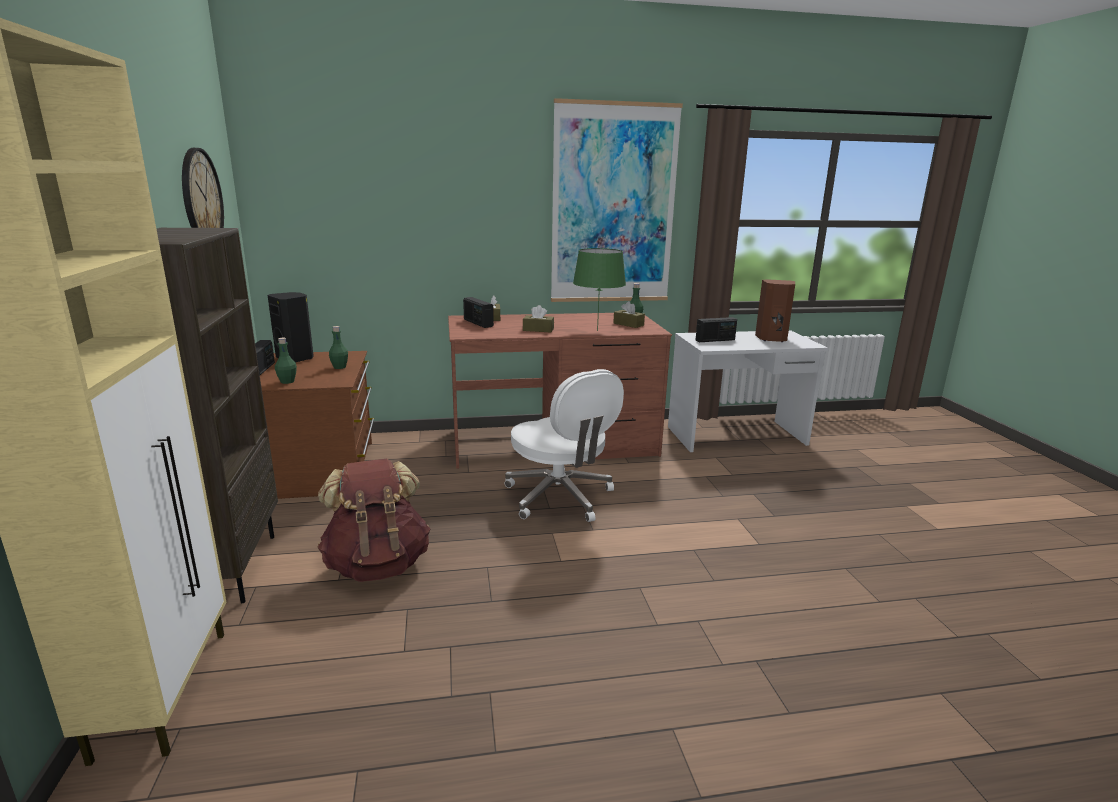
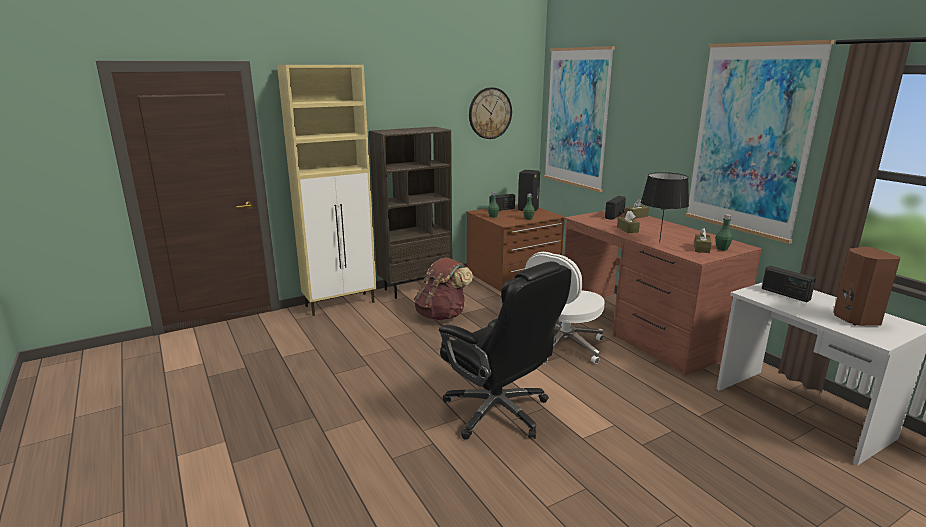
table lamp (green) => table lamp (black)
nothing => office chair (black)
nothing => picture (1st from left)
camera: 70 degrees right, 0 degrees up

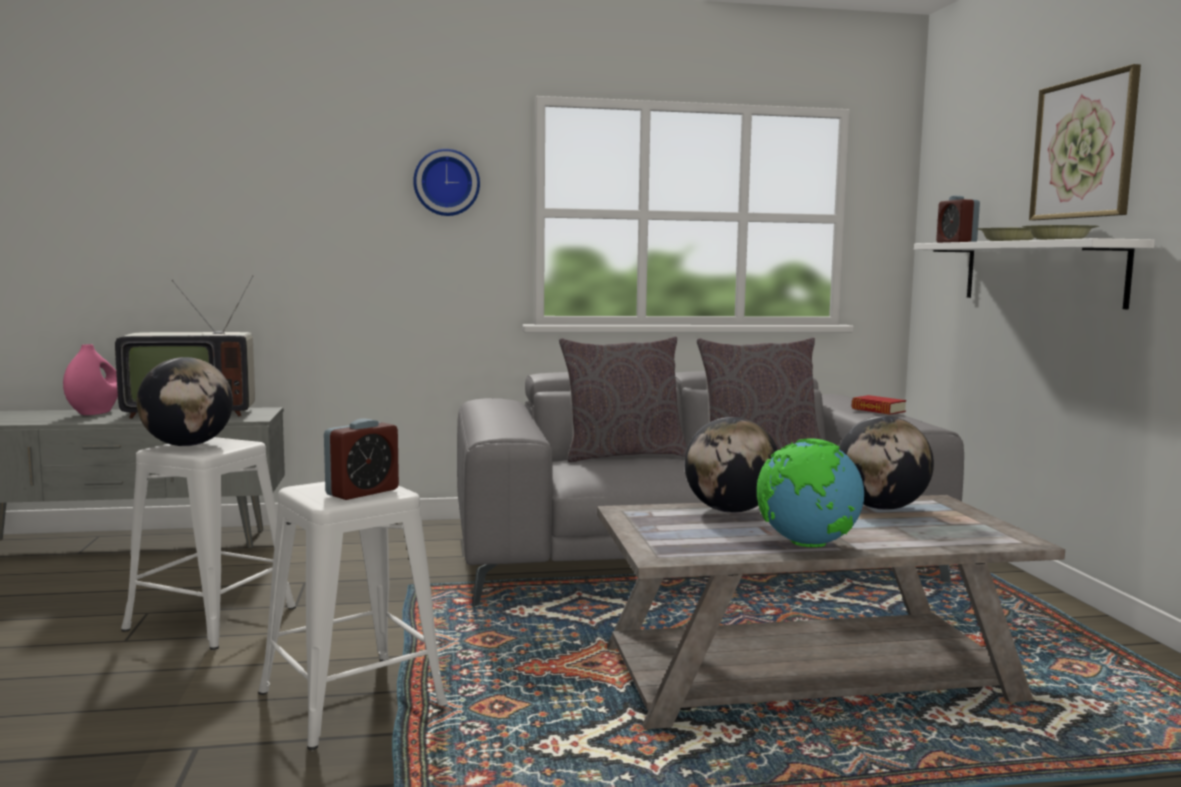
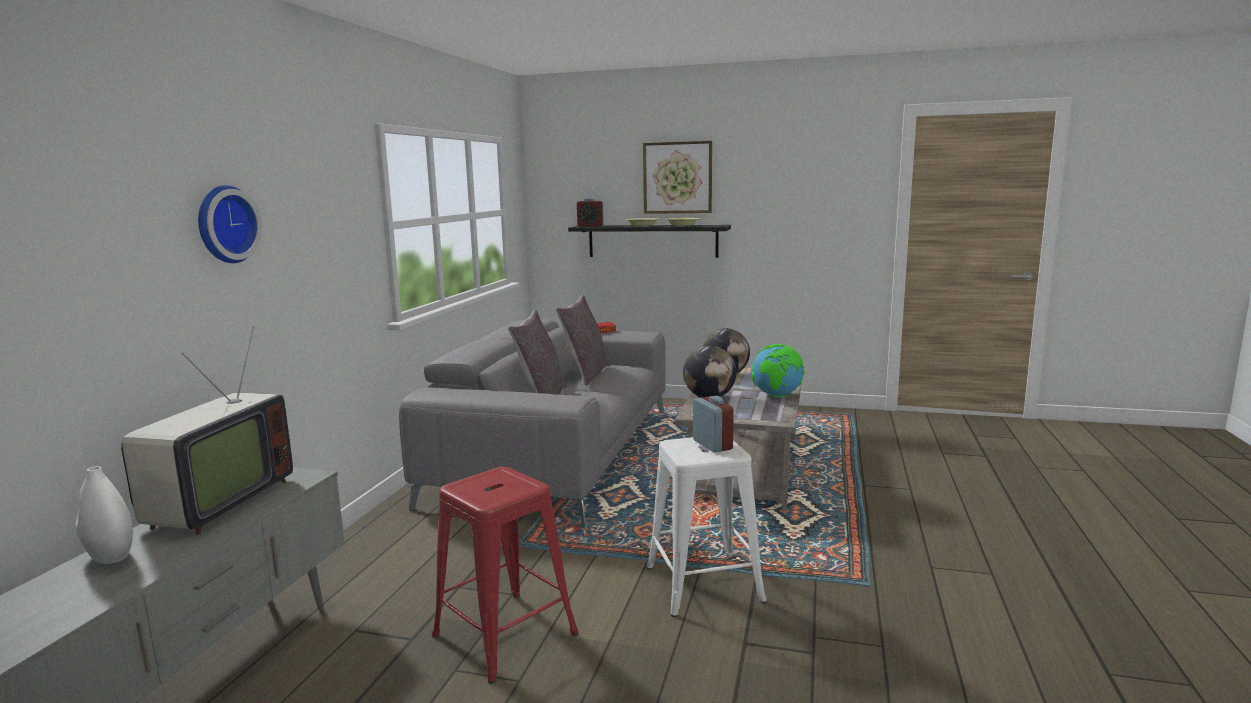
vase (pink) => vase (white)
stool (white) (1st from left) => stool (red)
globe (1st from left) => nothing
wall clock, moved
shelf (white) => shelf (black)
camera: 65 degrees left, 5 degrees up

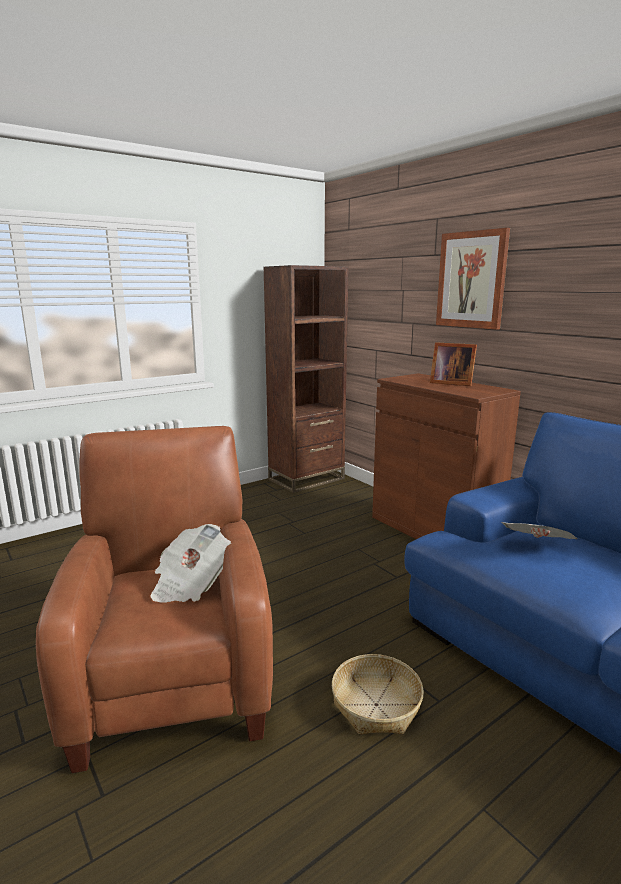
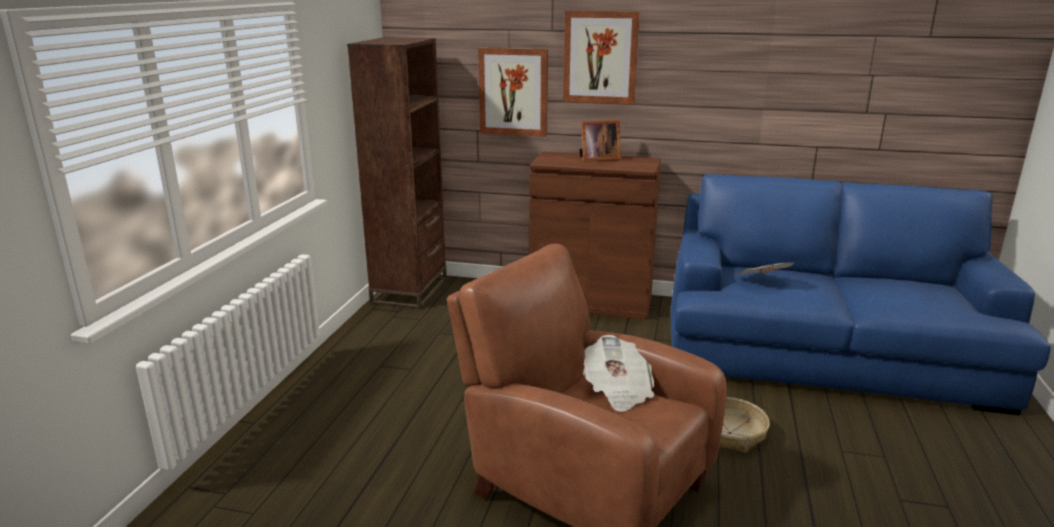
nothing => picture (1st from left)
camera: 40 degrees left, 5 degrees up

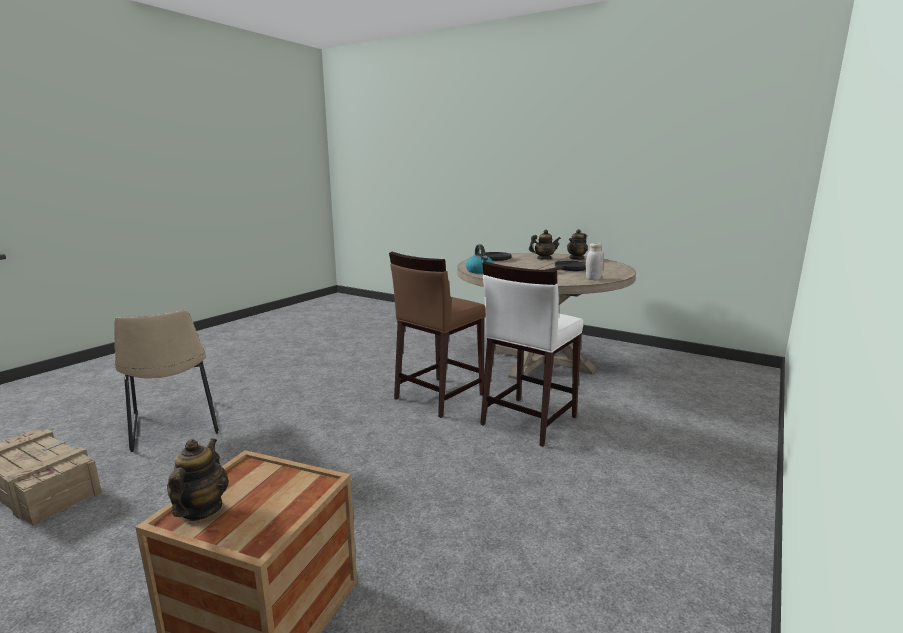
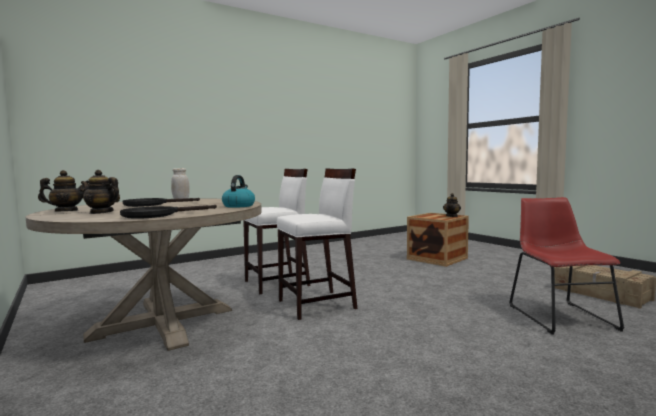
chair (beige) => chair (red)
stool (brown) => stool (white) (2nd from left)
camera: 155 degrees left, 10 degrees down

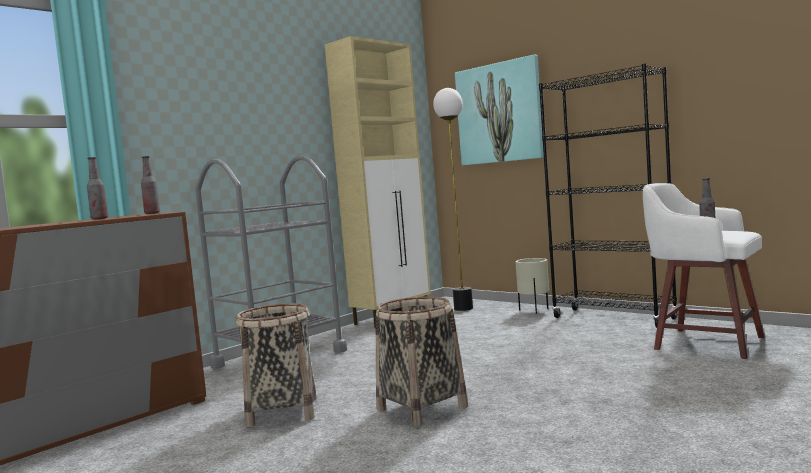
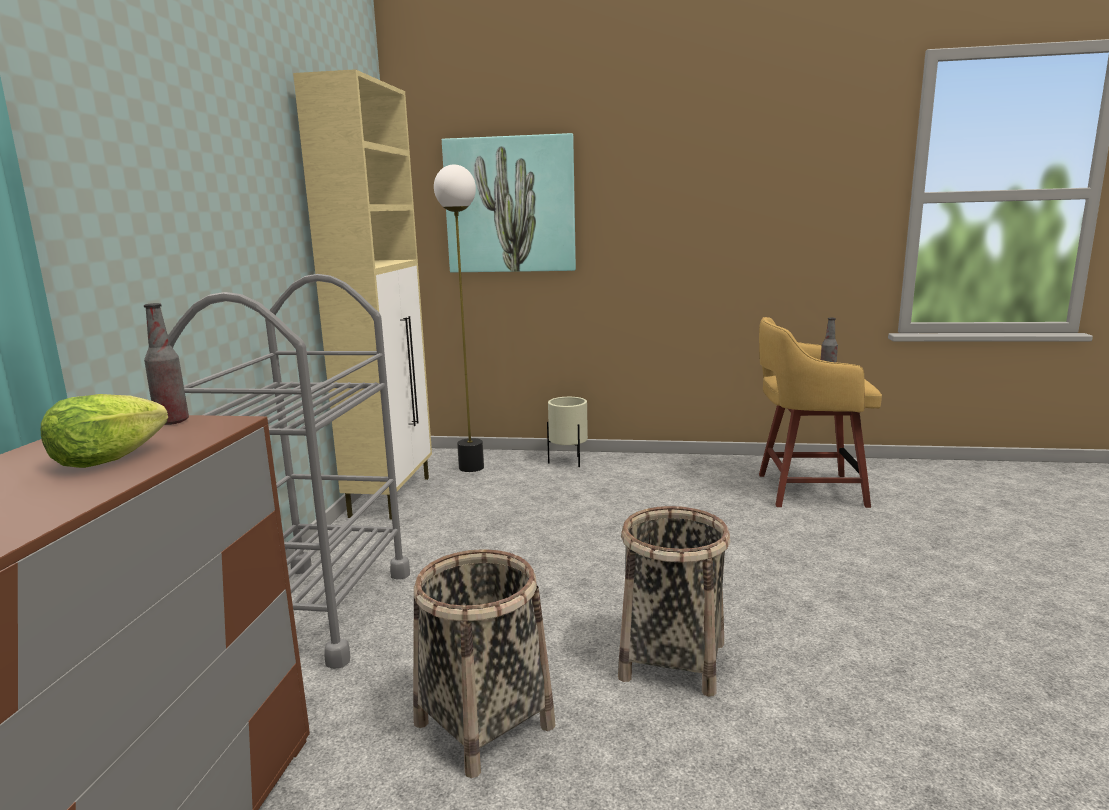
bottle (1st from left) => lettuce
bookcase (black) => nothing
stool (white) => stool (yellow)
camera: 35 degrees left, 10 degrees up

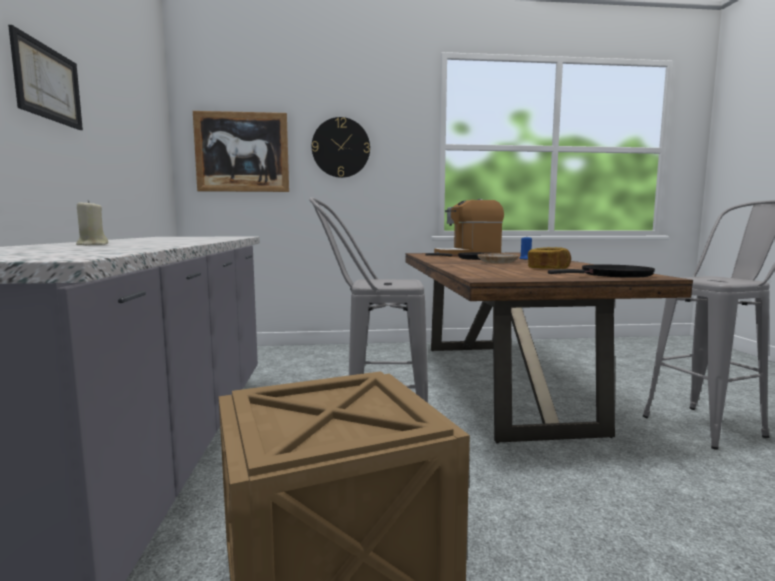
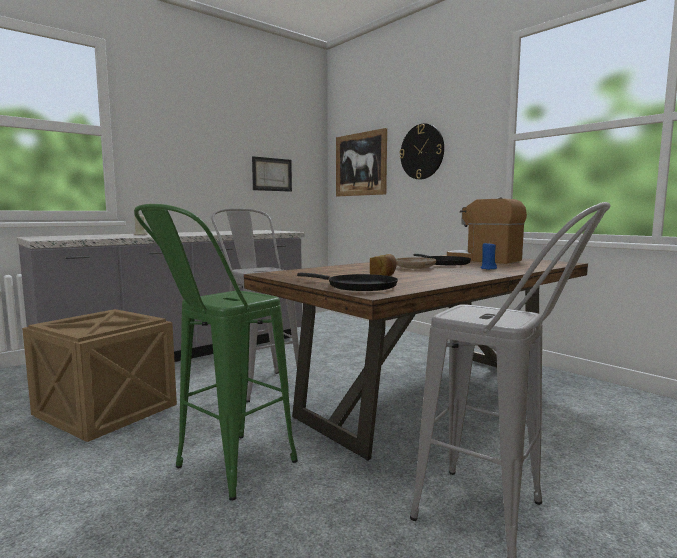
picture (1st from left), moved
nothing => stool (green)
camera: 55 degrees right, 0 degrees up

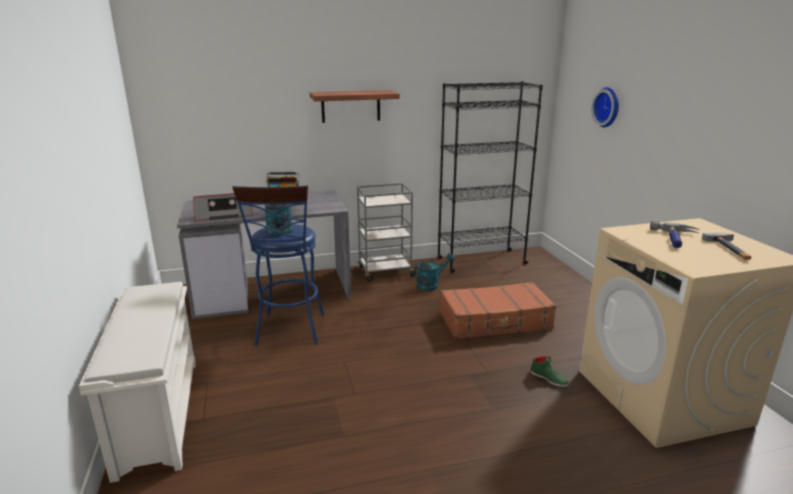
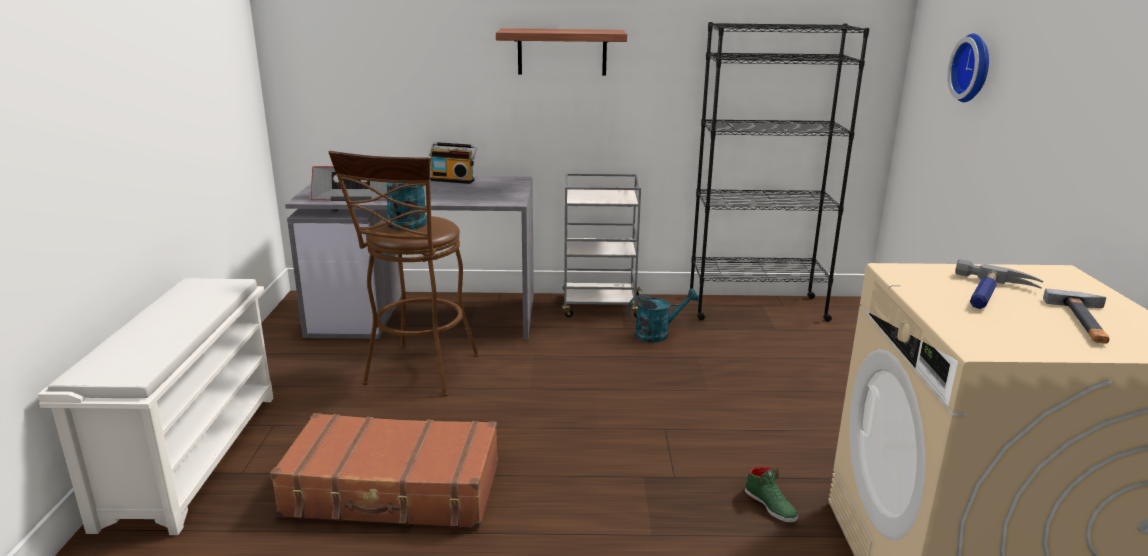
stool (blue) => stool (brown)
suitcase (brown), moved
camera: 15 degrees right, 0 degrees up

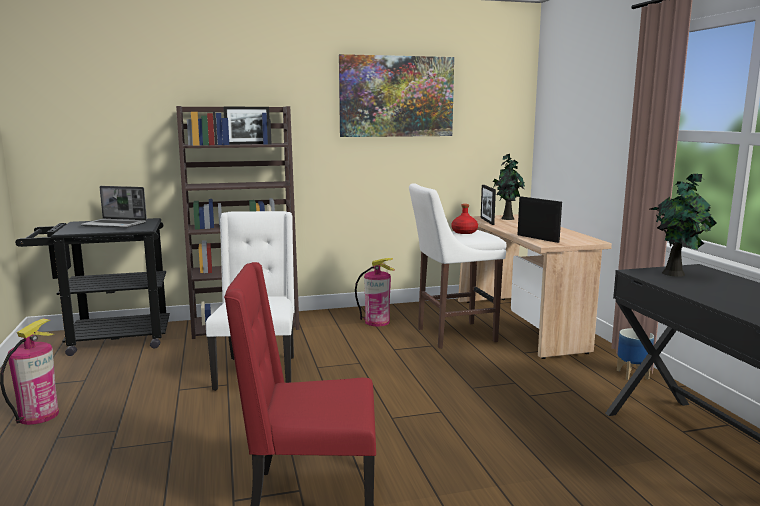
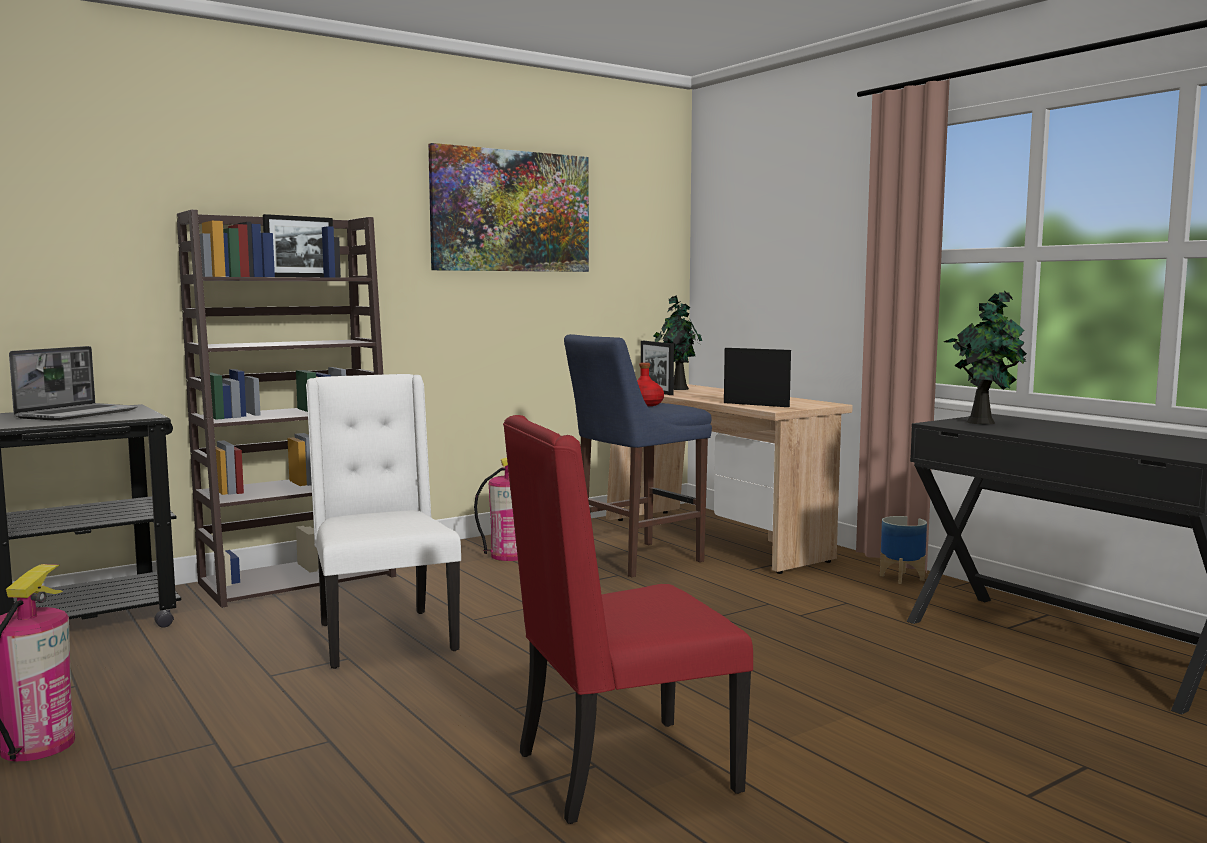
laptop, 60 degrees counterclockwise
stool (white) => stool (blue)
camera: 20 degrees left, 5 degrees down

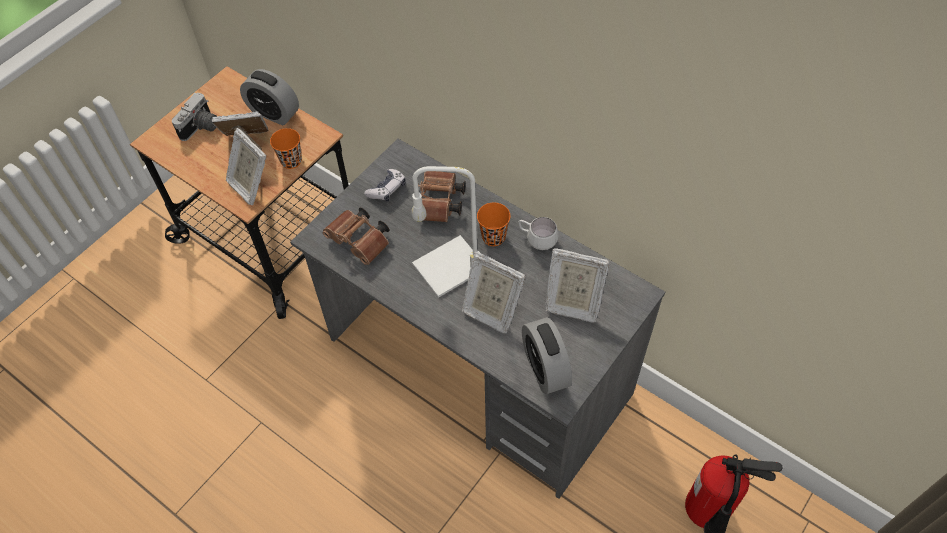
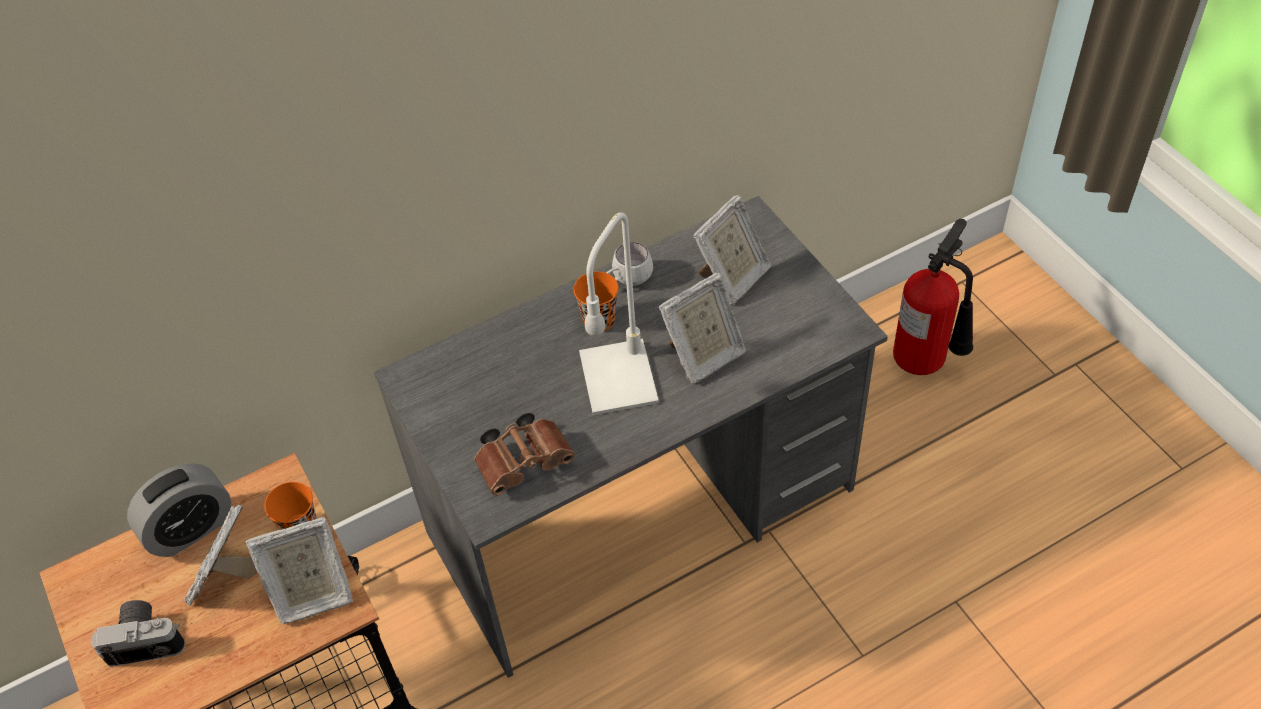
photo camera, 60 degrees counterclockwise
game controller => nothing
binoculars (brown) (2nd from left) => nothing
alarm clock (2nd from left) => nothing
camera: 65 degrees left, 5 degrees down

